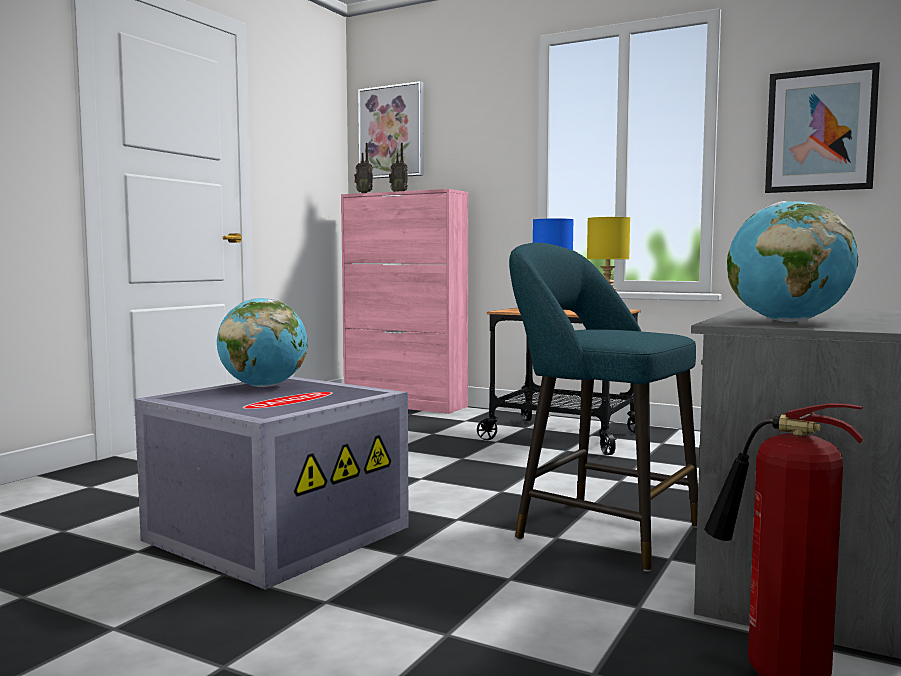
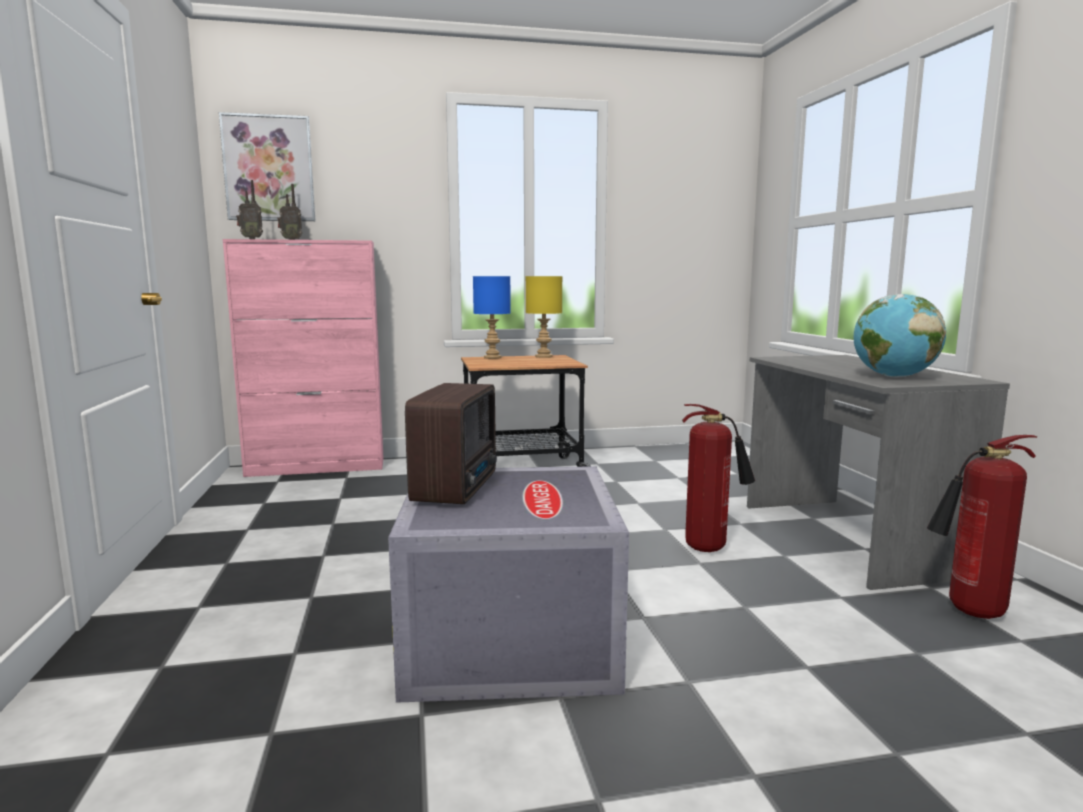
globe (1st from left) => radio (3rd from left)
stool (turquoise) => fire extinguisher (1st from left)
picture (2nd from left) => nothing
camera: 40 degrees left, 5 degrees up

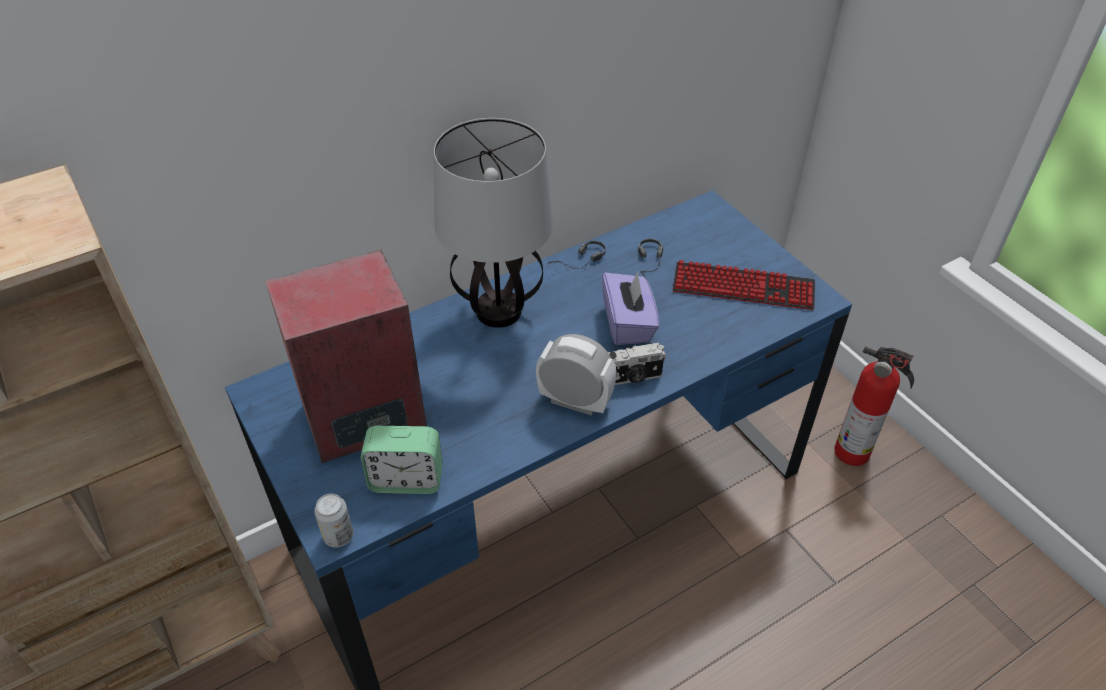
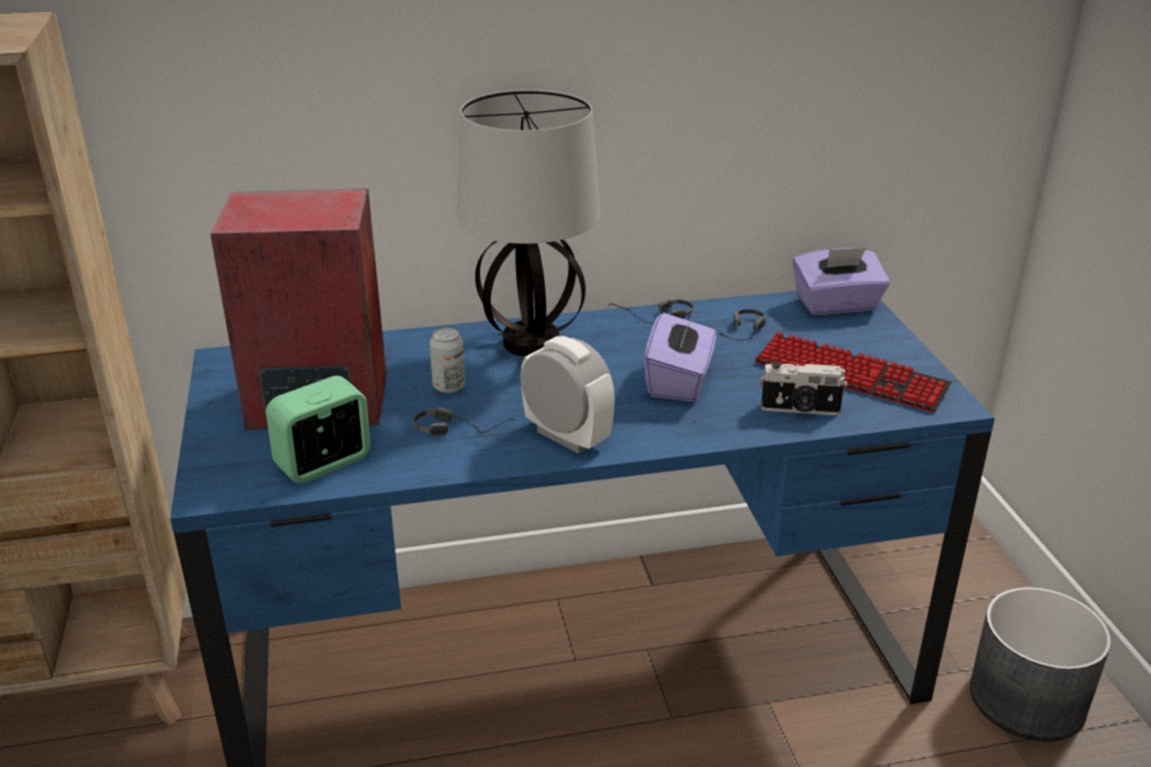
can, moved
alarm clock (1st from left), 120 degrees clockwise
photo camera, moved
fire extinguisher => planter (grey)
nothing => headphones (1st from left)
nothing => tissue box (purple) (2nd from left)
camera: 20 degrees right, 15 degrees down

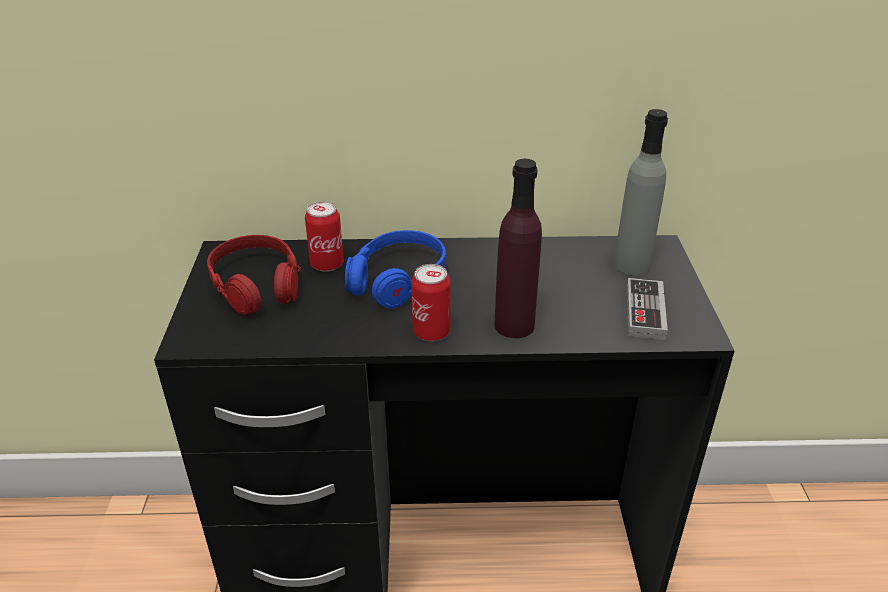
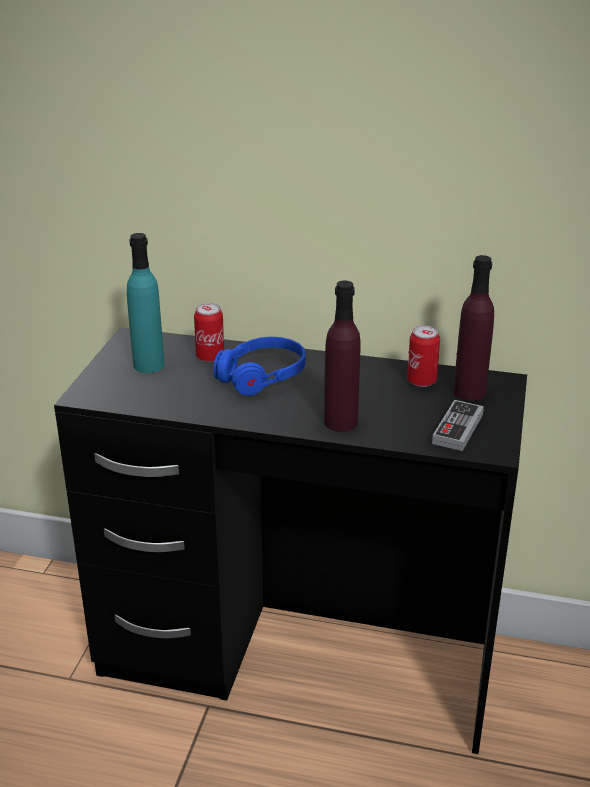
headphones (red) => bottle (turquoise)
can (2nd from left), moved
bottle (grey) => bottle (purple) (2nd from left)
camera: 15 degrees right, 5 degrees down

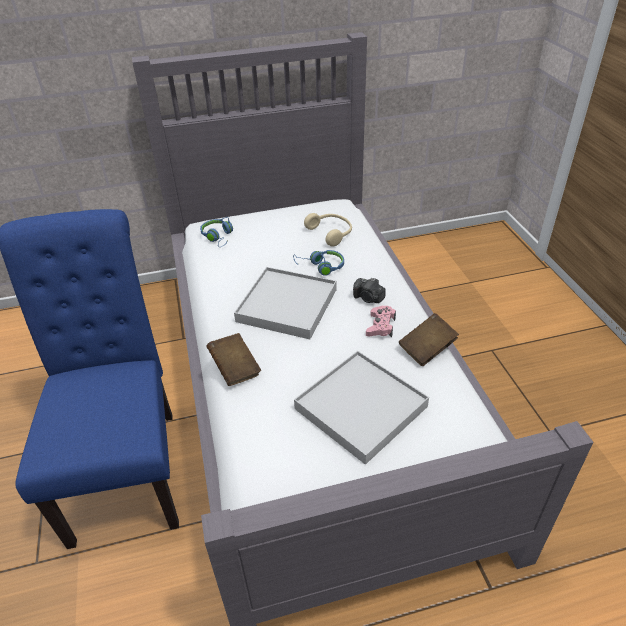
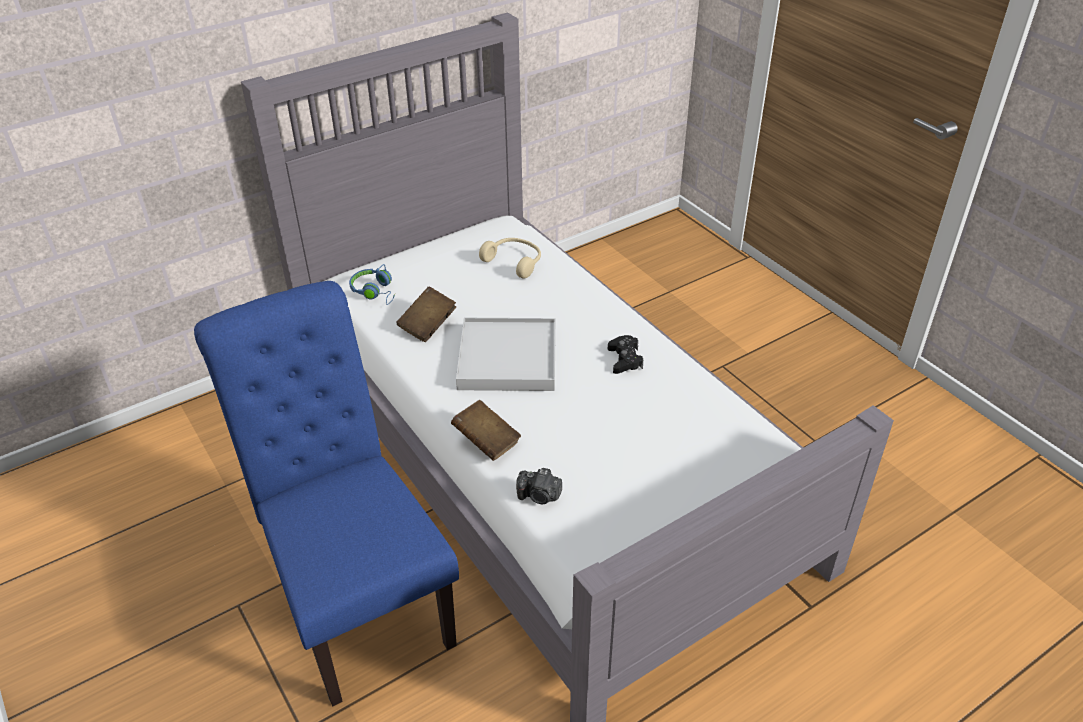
headphones (blue) (2nd from left) => nothing
tray (white) (2nd from left) => nothing
photo camera, moved
game controller (pink) => game controller (black)
book (brown) (2nd from left in the first image) => book (brown) (1st from left), moved
camera: 20 degrees left, 0 degrees up

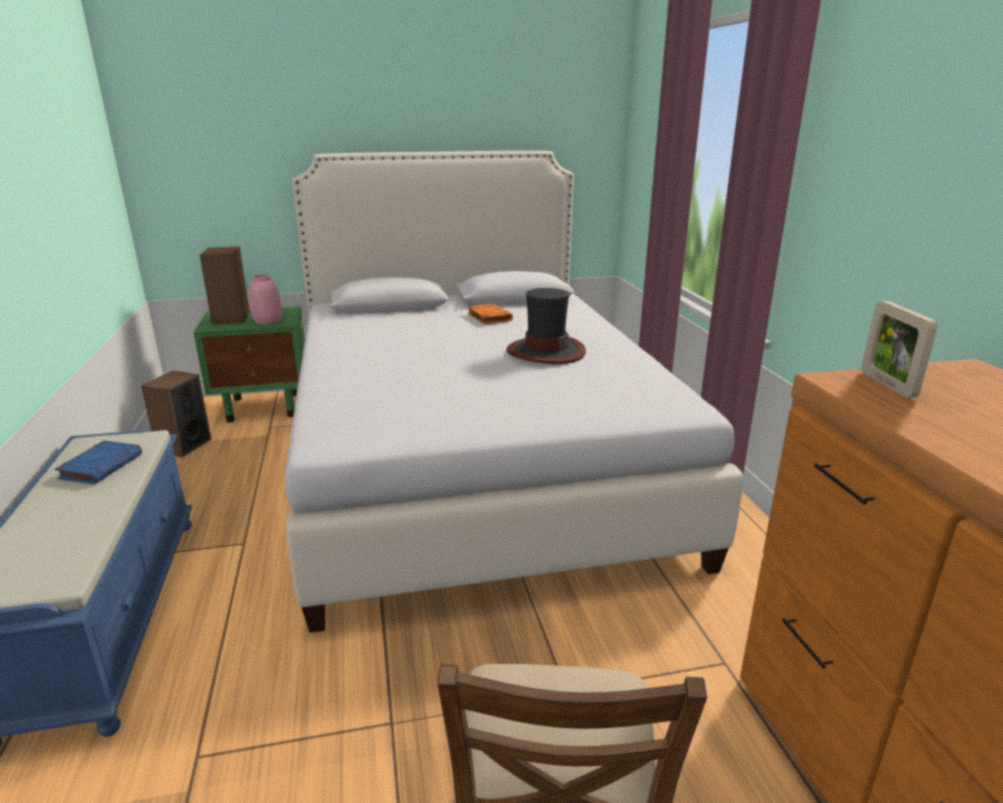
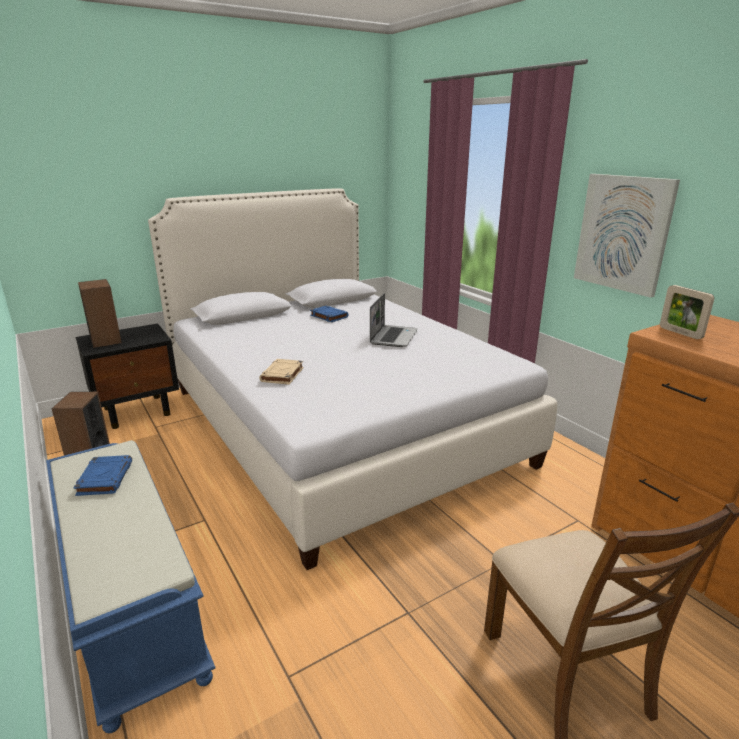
nightstand (green) => nightstand (black)
vase (pink) => nothing
book (orange) => book (blue) (2nd from left)
hat => laptop
nothing => book (beige)
nothing => picture
camera: 20 degrees left, 0 degrees up

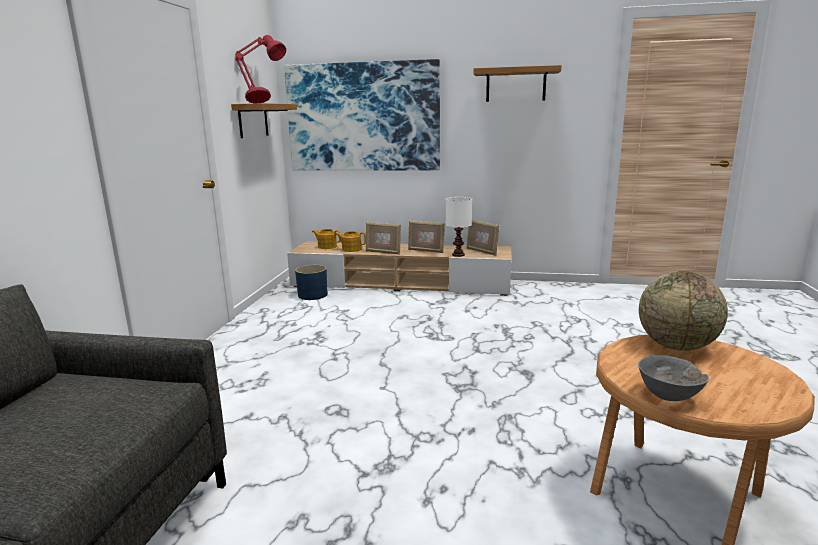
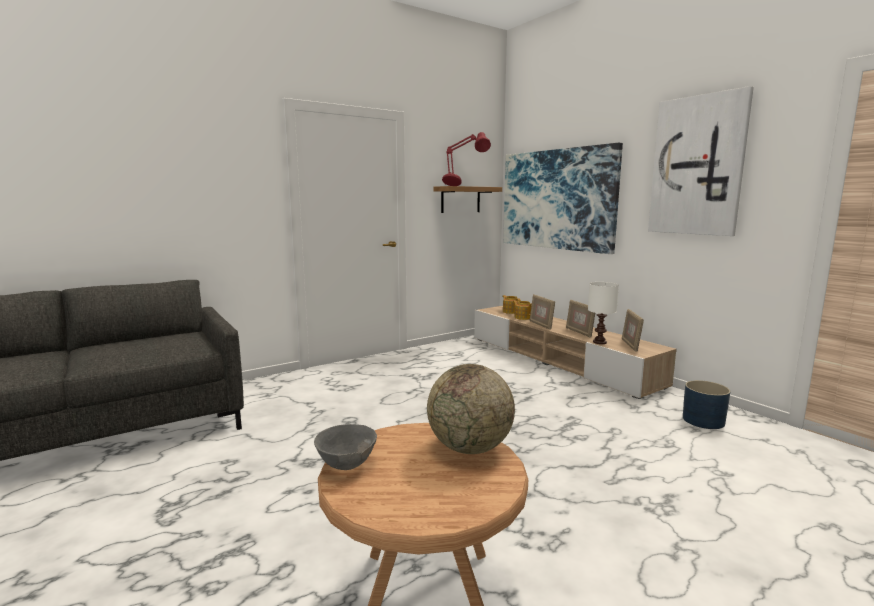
planter (blue), moved
shelf (2nd from left) => picture (2nd from left)
camera: 45 degrees right, 5 degrees down

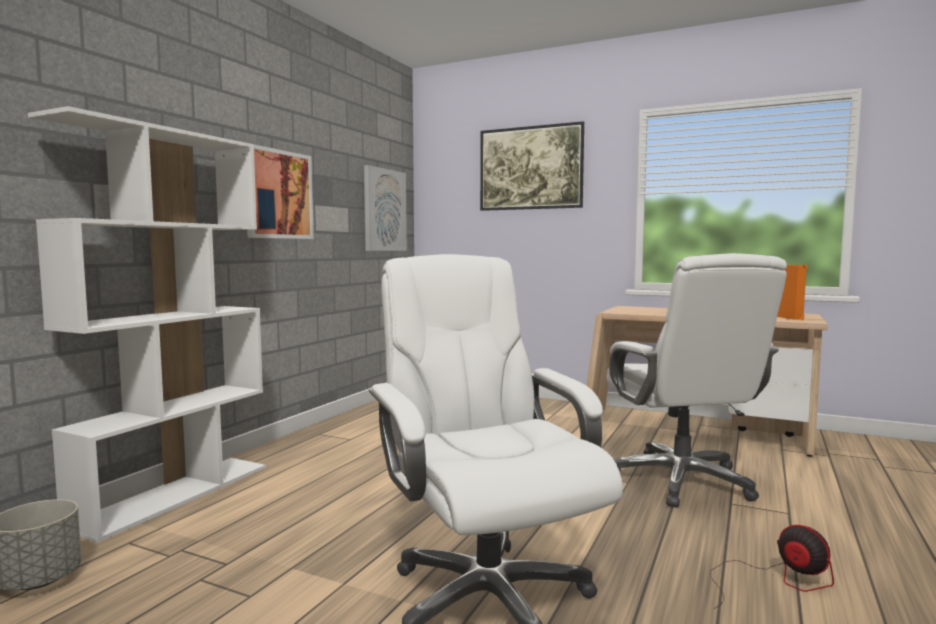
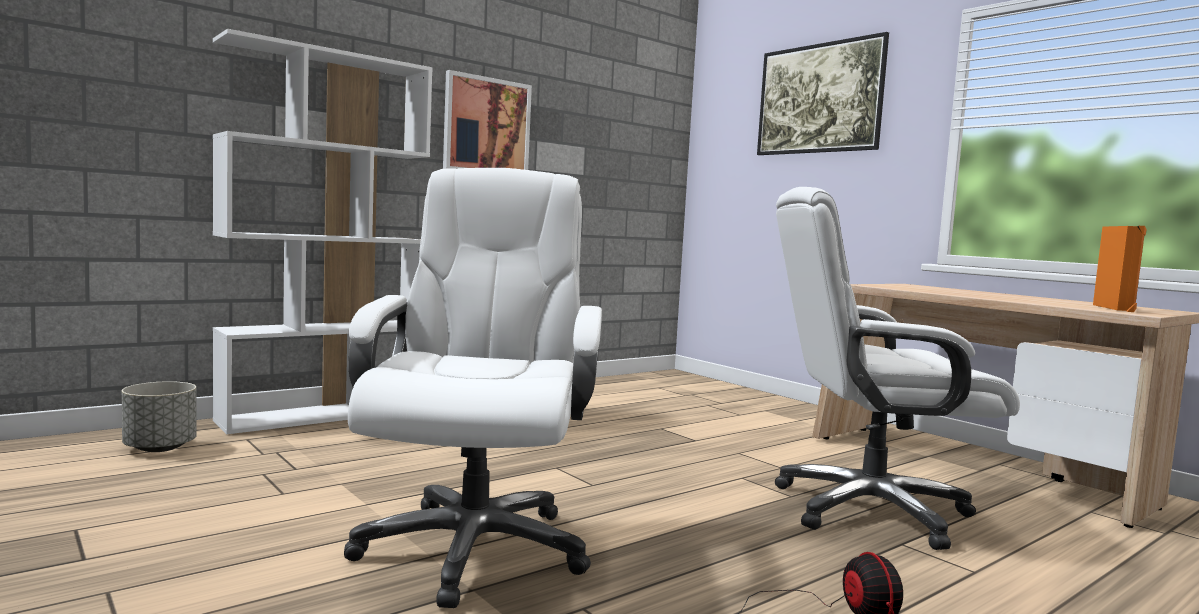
picture (2nd from left) => nothing
office chair (white) (2nd from left), 75 degrees clockwise
camera: 25 degrees right, 0 degrees up

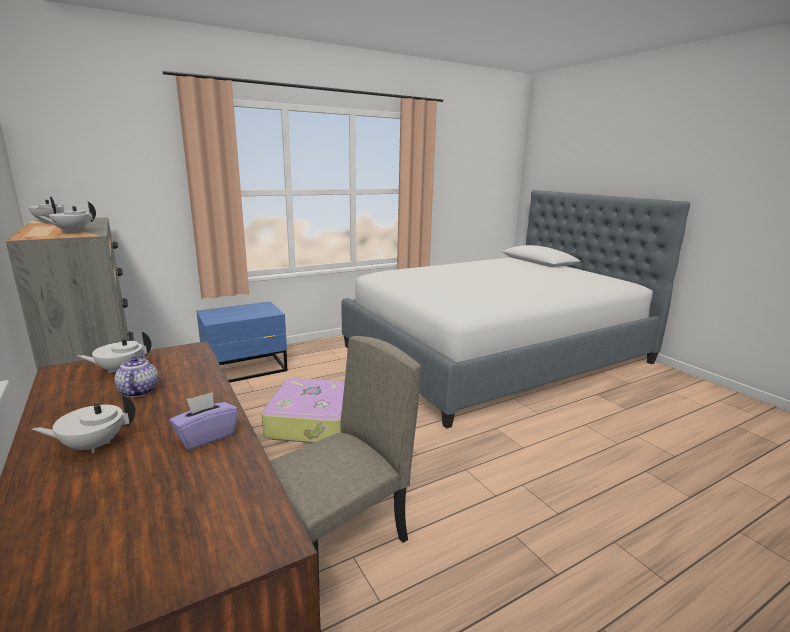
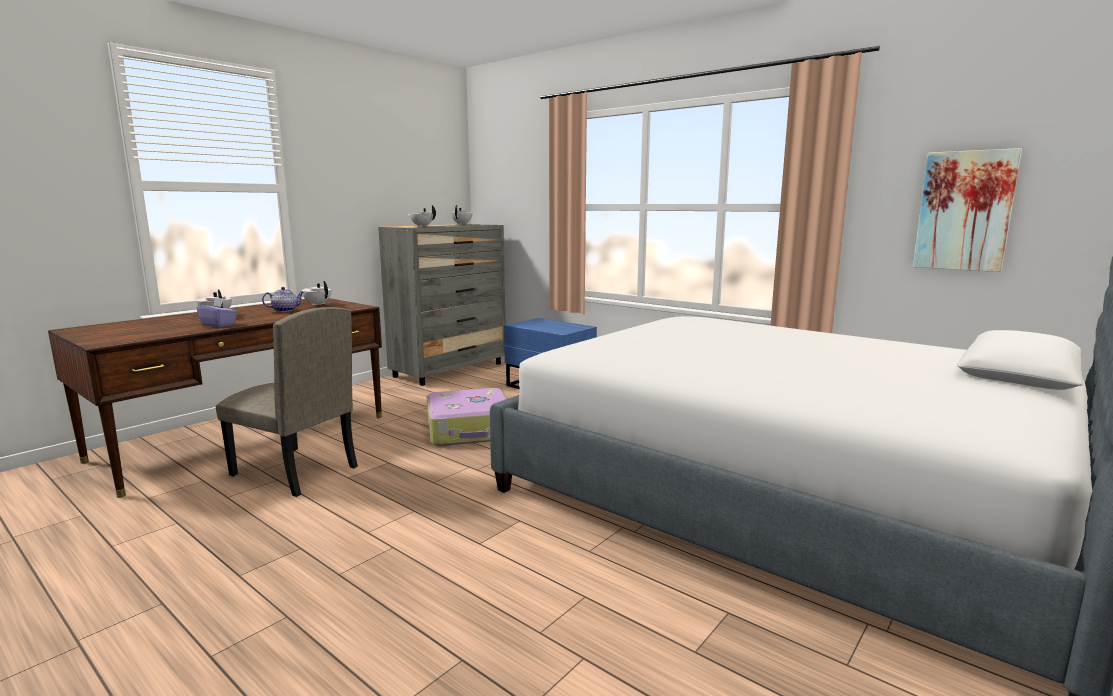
nothing => picture
camera: 70 degrees right, 5 degrees down

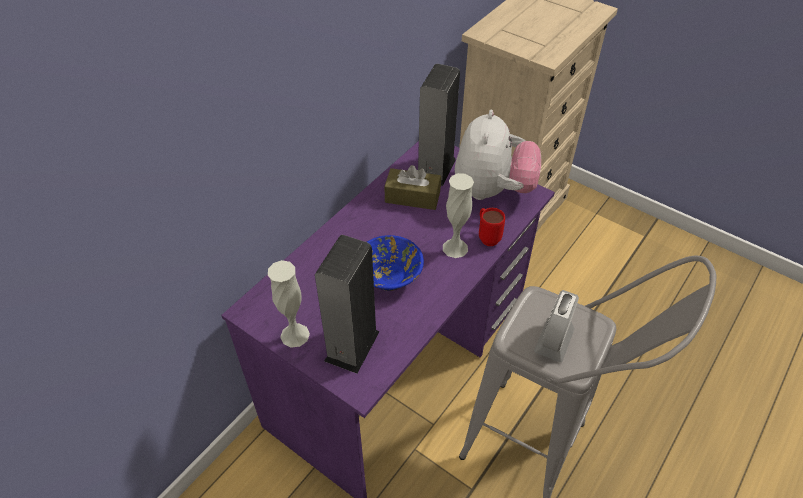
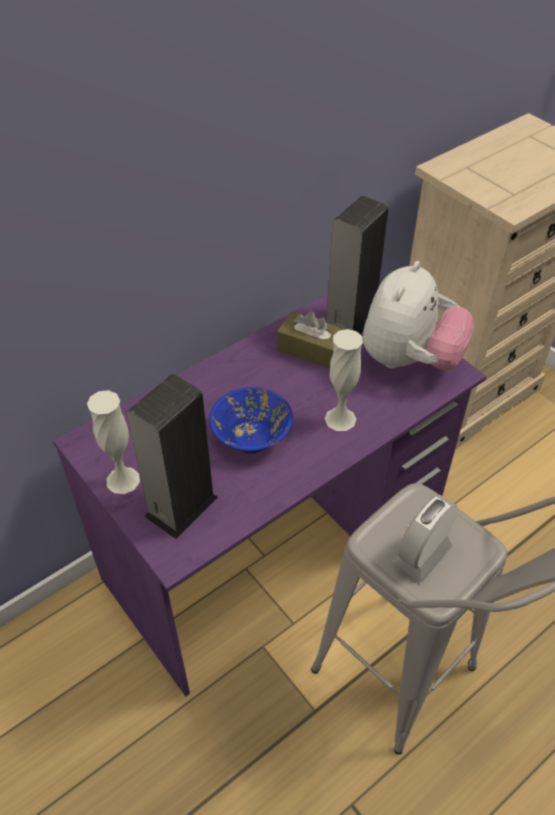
mug (red) => nothing
camera: 15 degrees right, 0 degrees up

